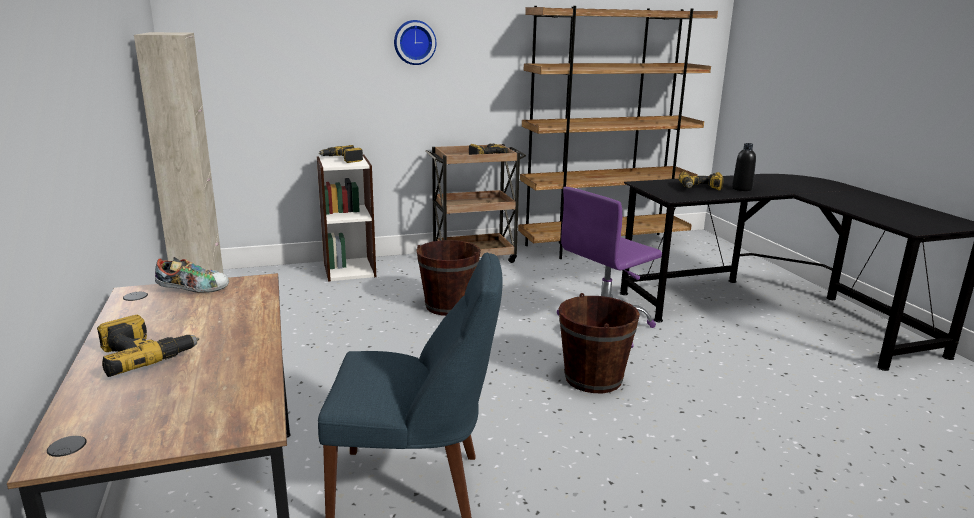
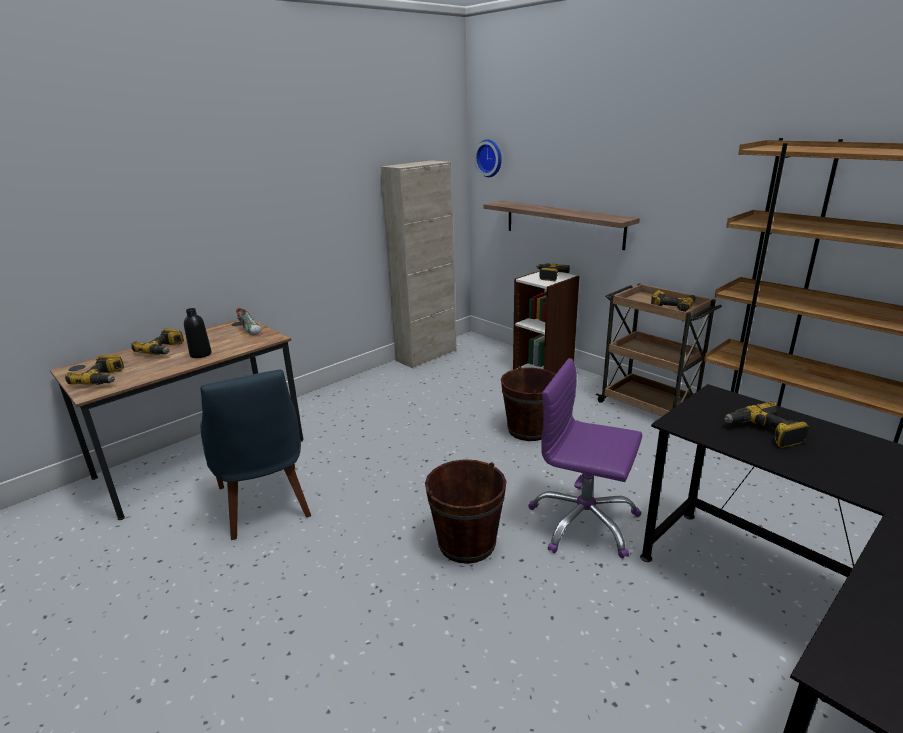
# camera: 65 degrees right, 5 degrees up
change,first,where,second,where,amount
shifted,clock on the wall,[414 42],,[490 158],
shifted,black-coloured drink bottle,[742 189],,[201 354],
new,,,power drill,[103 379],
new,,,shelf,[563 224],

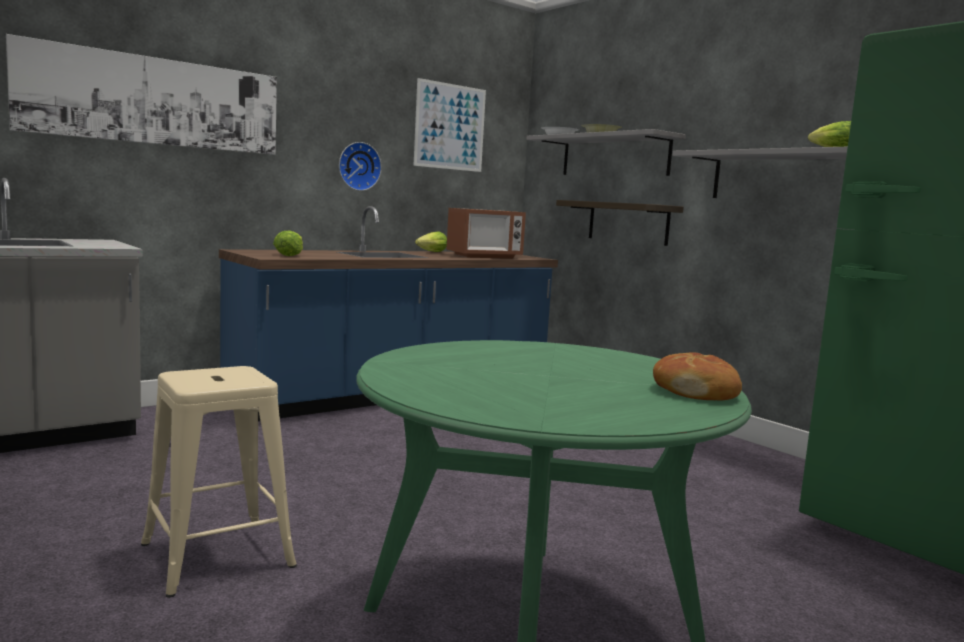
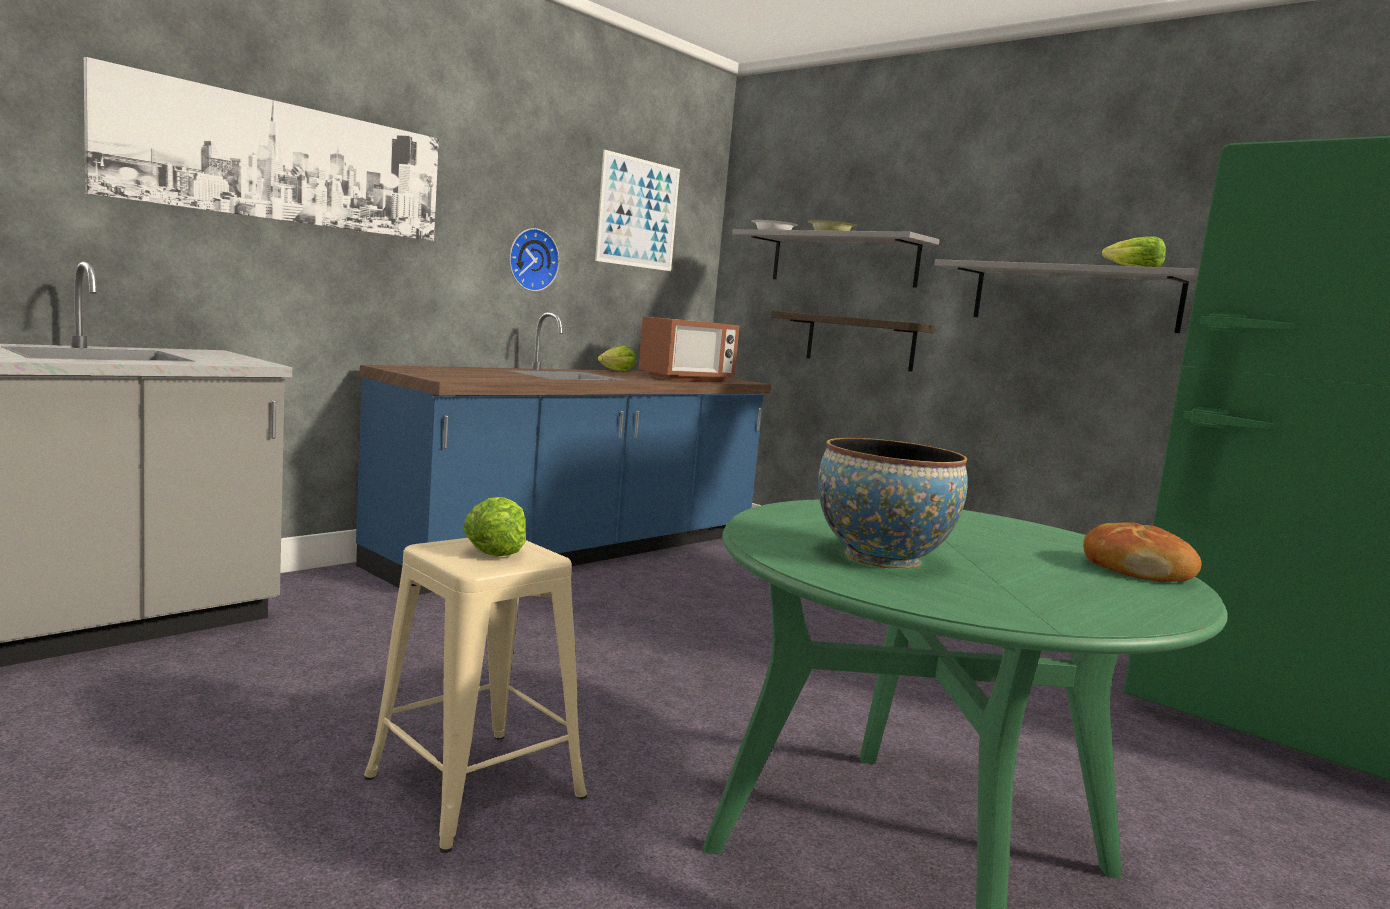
# camera: 10 degrees left, 0 degrees up
change,first,where,second,where,amount
shifted,lettuce,[289 255],,[495 549],
new,,,deep dish,[882 558],

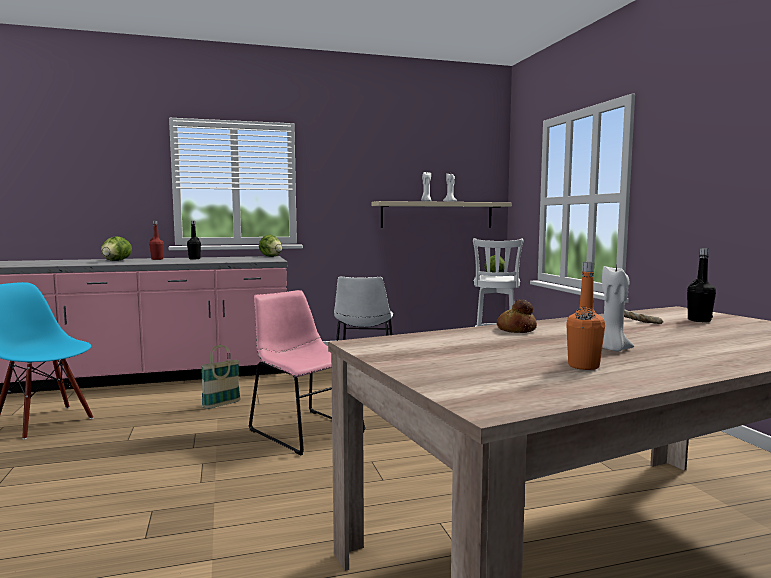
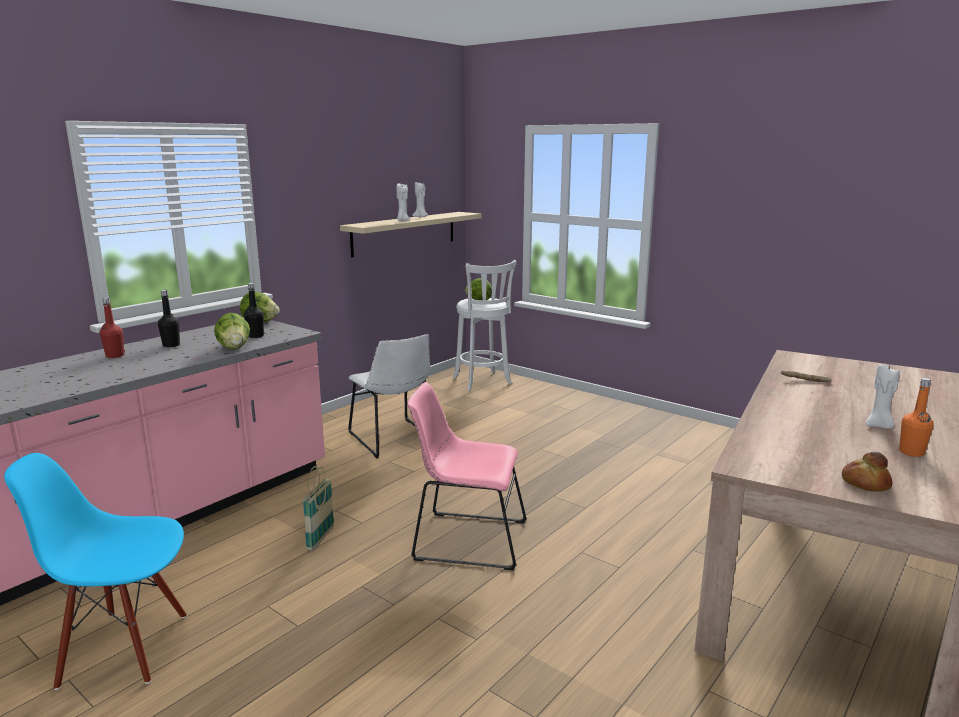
# camera: 35 degrees left, 10 degrees up
change,first,where,second,where,amount
shifted,lettuce,[116 261],,[234 348],
shifted,bread,[515 330],,[864 483],
shifted,black-coloured drink bottle,[699 320],,[256 336],

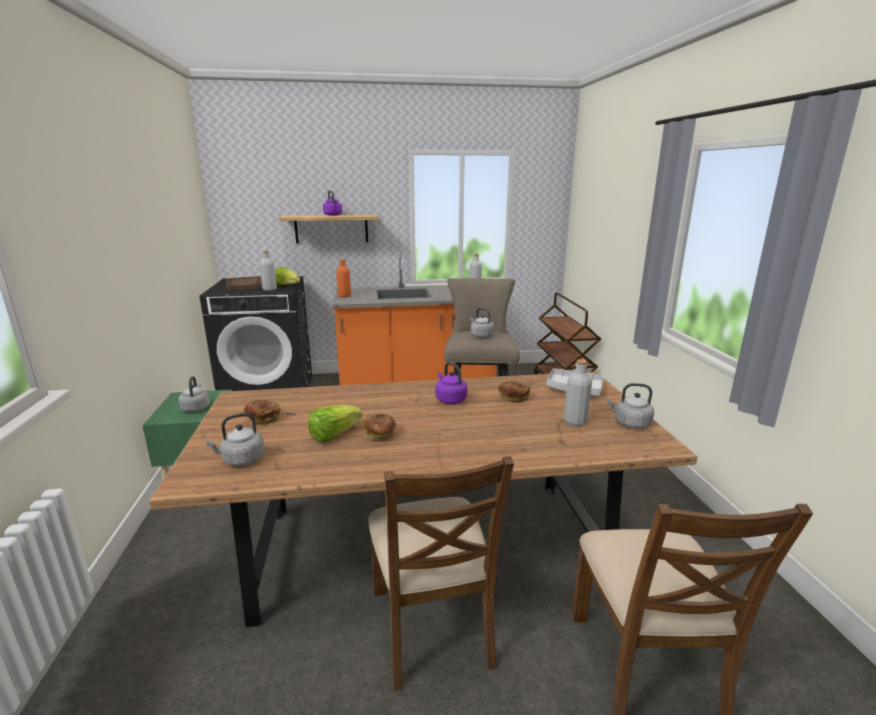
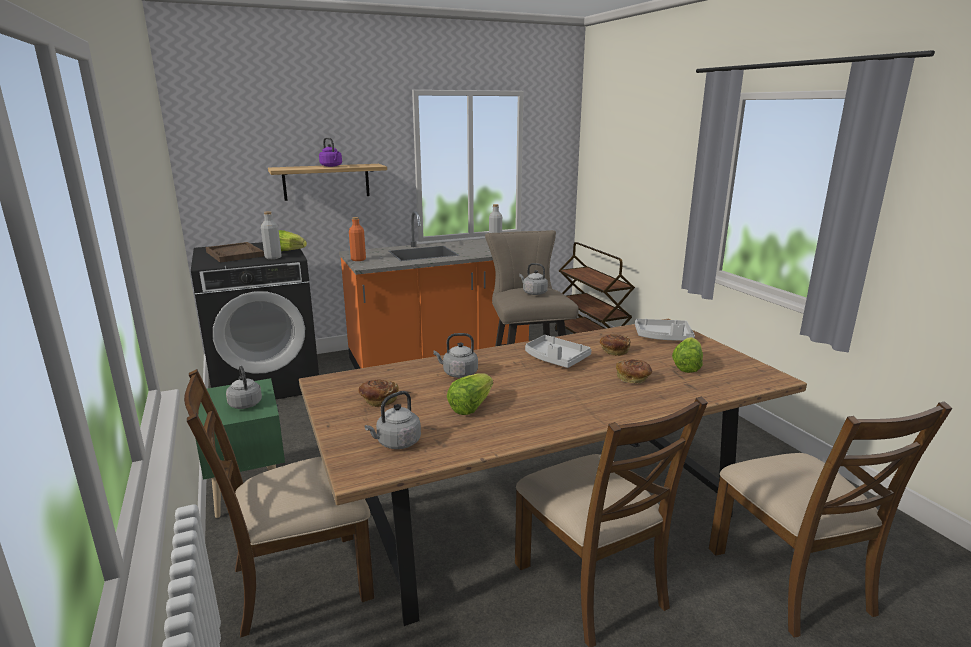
# camera: 15 degrees left, 0 degrees up
change,first,where,second,where,amount
shifted,bread,[380 434],,[633 379],
swapped,purple water kettle,[450 399],grey carrying tray,[555 359],
swapped,grey drink bottle,[575 421],lettuce,[687 366],
shifted,grey water kettle,[630 424],,[458 373],
new,,,brownish upright chair,[299 581],

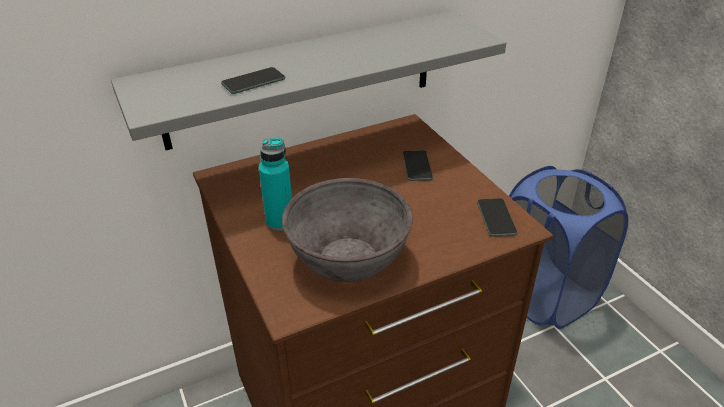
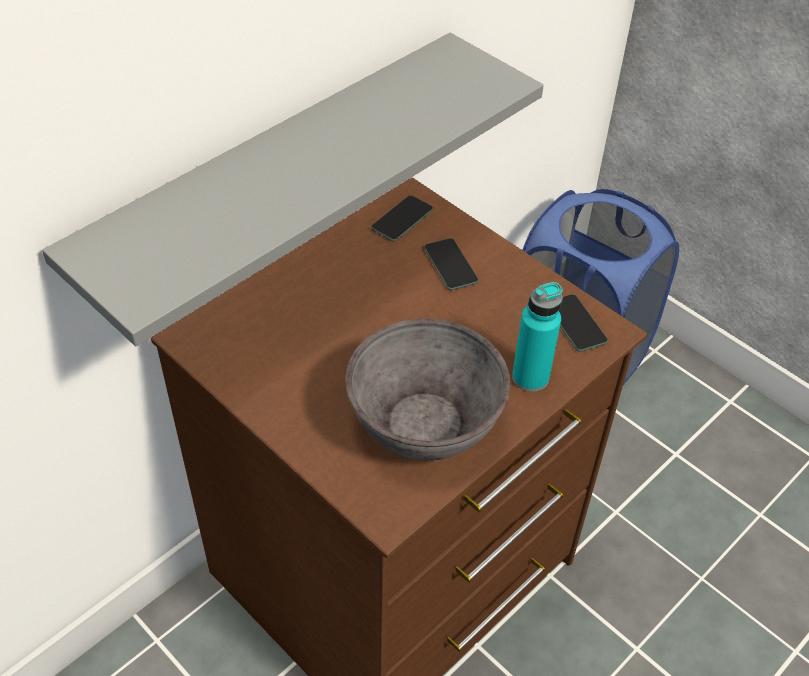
# camera: 20 degrees left, 10 degrees up
change,first,where,second,where,amount
shifted,telephone,[253 81],,[402 219],
shifted,blue-green drink bottle,[280 221],,[530 377],

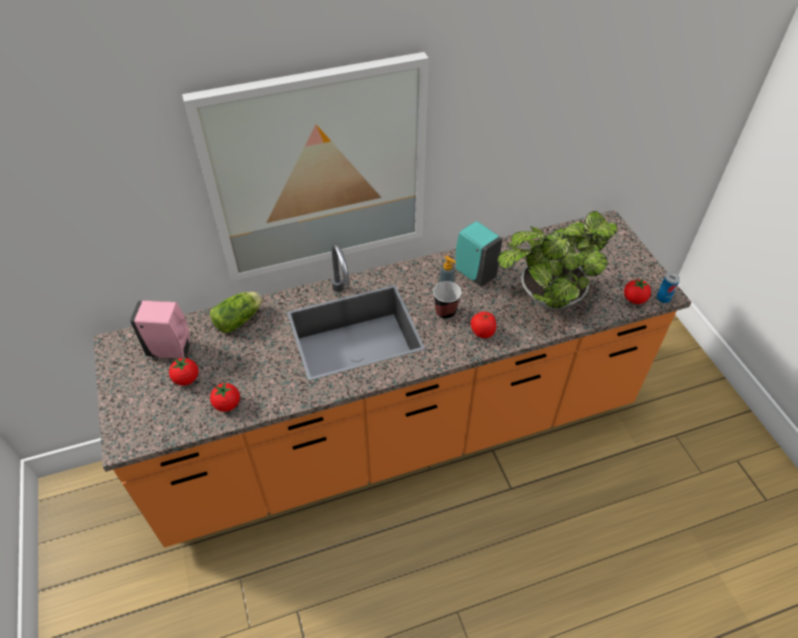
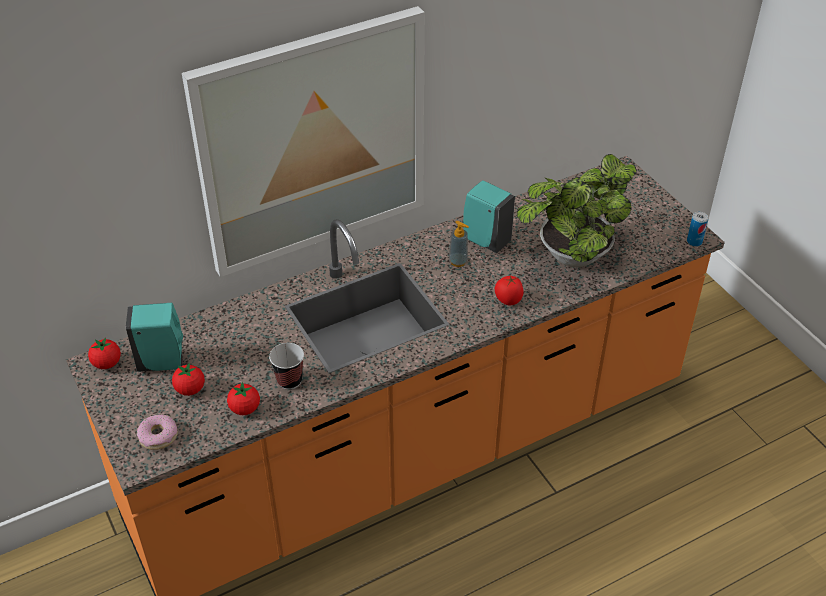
# camera: 10 degrees left, 5 degrees down
change,first,where,second,where,amount
repainted,pinkish soap bottle,[172 350],blue-green soap bottle,[163 362],
gone,lettuce,[240 319],,,
shifted,drinking cup,[445 312],,[289 380],
shifted,fresh tomato,[634 299],,[107 363],
new,,,doughnut,[158 436],

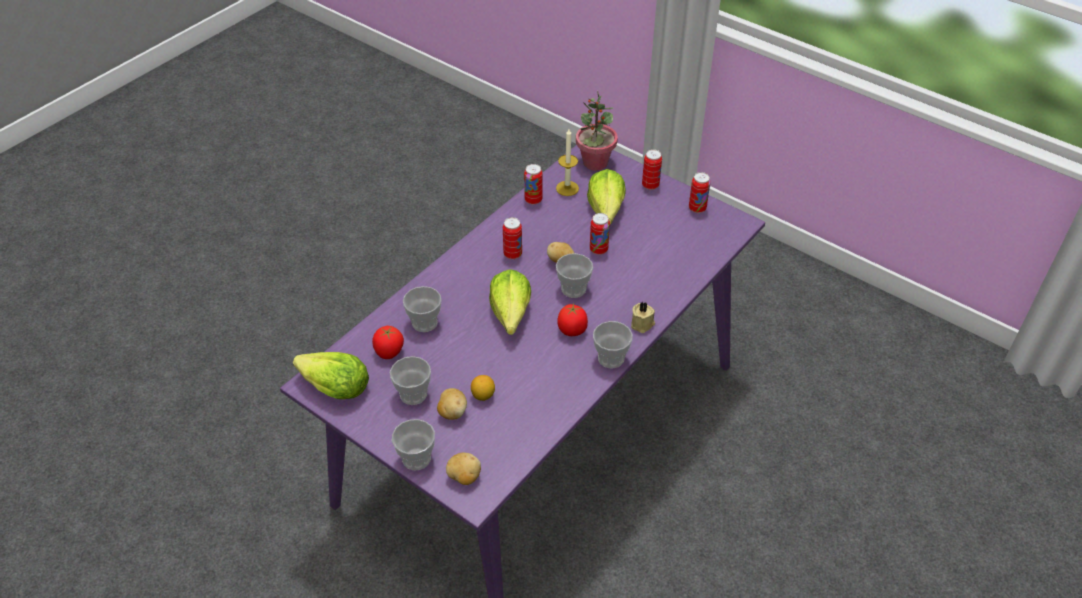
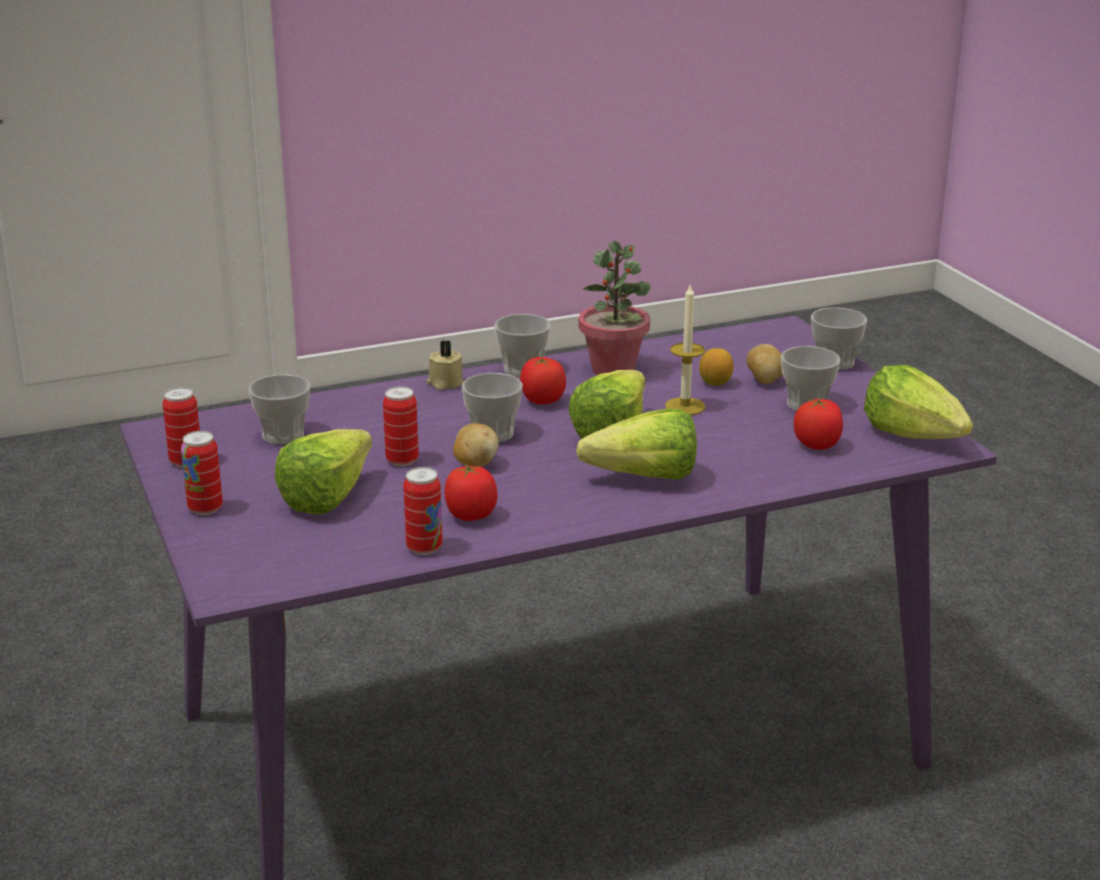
# camera: 150 degrees left, 20 degrees down
change,first,where,second,where,amount
shifted,drinking cup,[424 323],,[283 435],
gone,potato,[464 477],,,
gone,sealed can,[512 254],,,
shifted,candle,[567 188],,[685 406],
shifted,houseplant,[595 163],,[614 369],
new,,,fresh tomato,[471 516],
new,,,lettuce,[634 477],

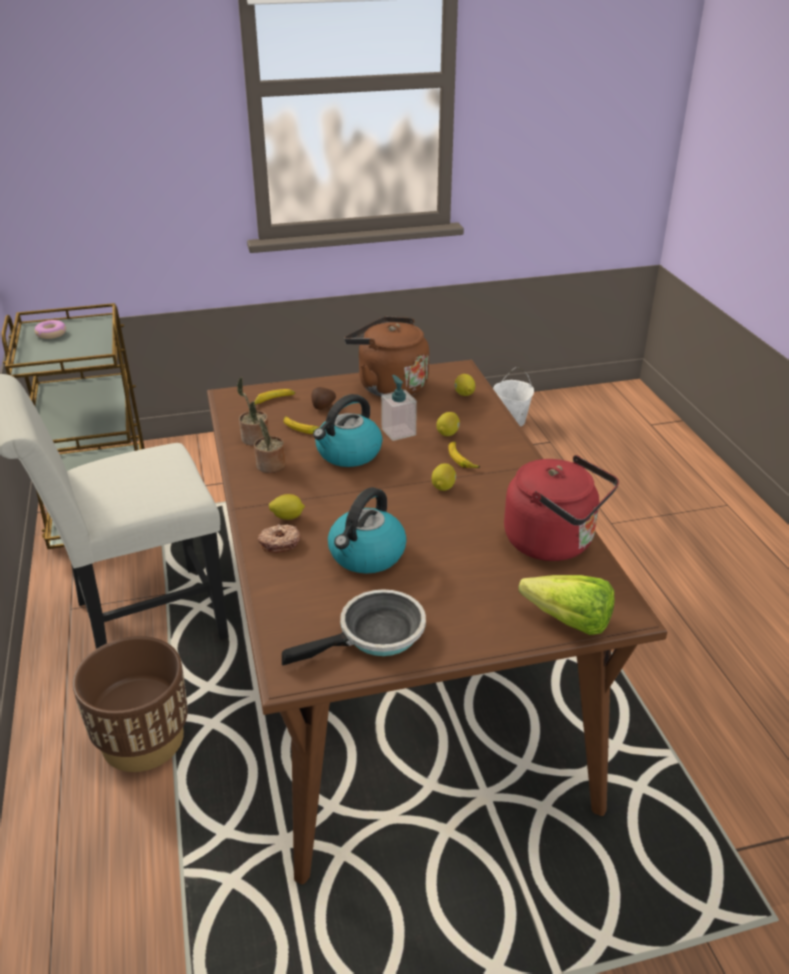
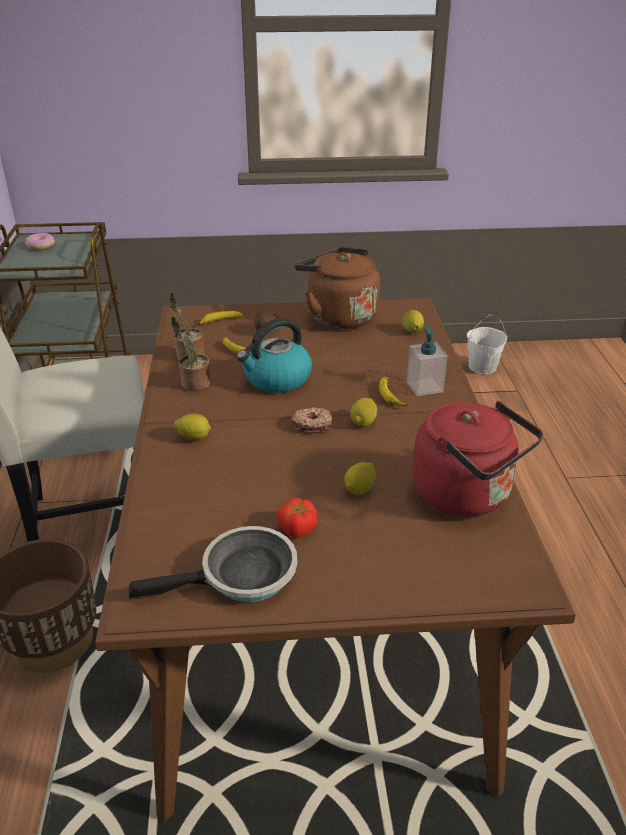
# camera: 10 degrees right, 0 degrees up
change,first,where,second,where,amount
shifted,doughnut,[279 543],,[312 425],
gone,water kettle,[366 555],,,
shifted,soap bottle,[398 432],,[424 387],
shifted,whole lemon,[448 433],,[360 489],
gone,lettuce,[561 618],,,
new,,,fresh tomato,[296 528],

